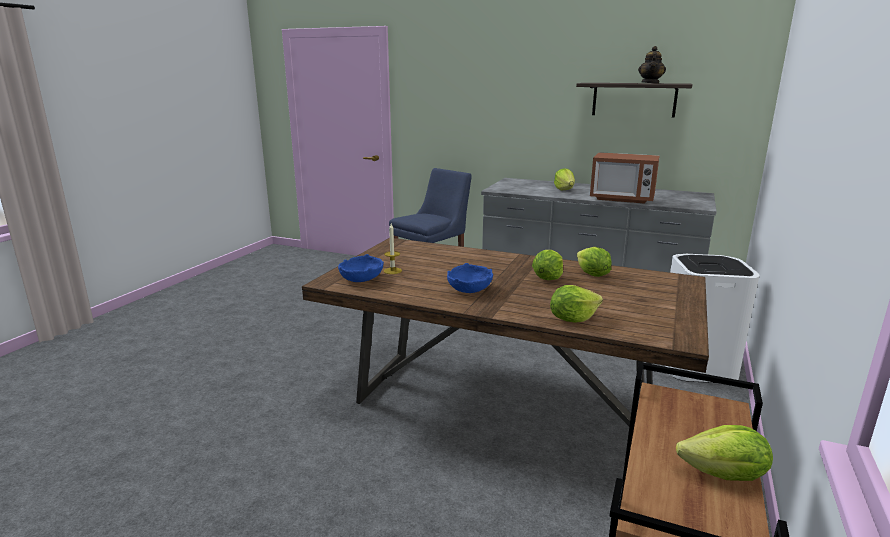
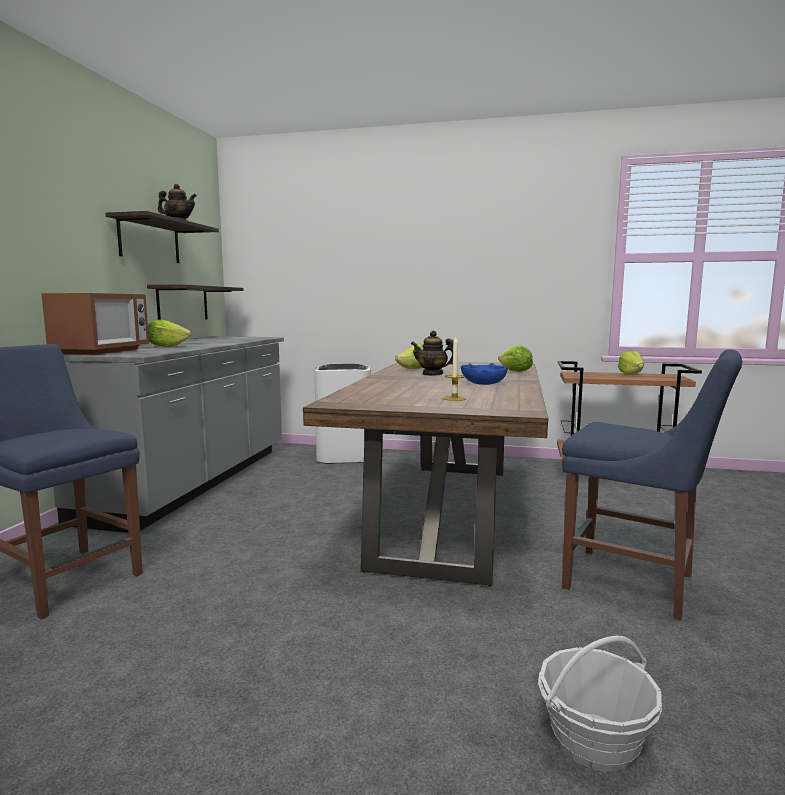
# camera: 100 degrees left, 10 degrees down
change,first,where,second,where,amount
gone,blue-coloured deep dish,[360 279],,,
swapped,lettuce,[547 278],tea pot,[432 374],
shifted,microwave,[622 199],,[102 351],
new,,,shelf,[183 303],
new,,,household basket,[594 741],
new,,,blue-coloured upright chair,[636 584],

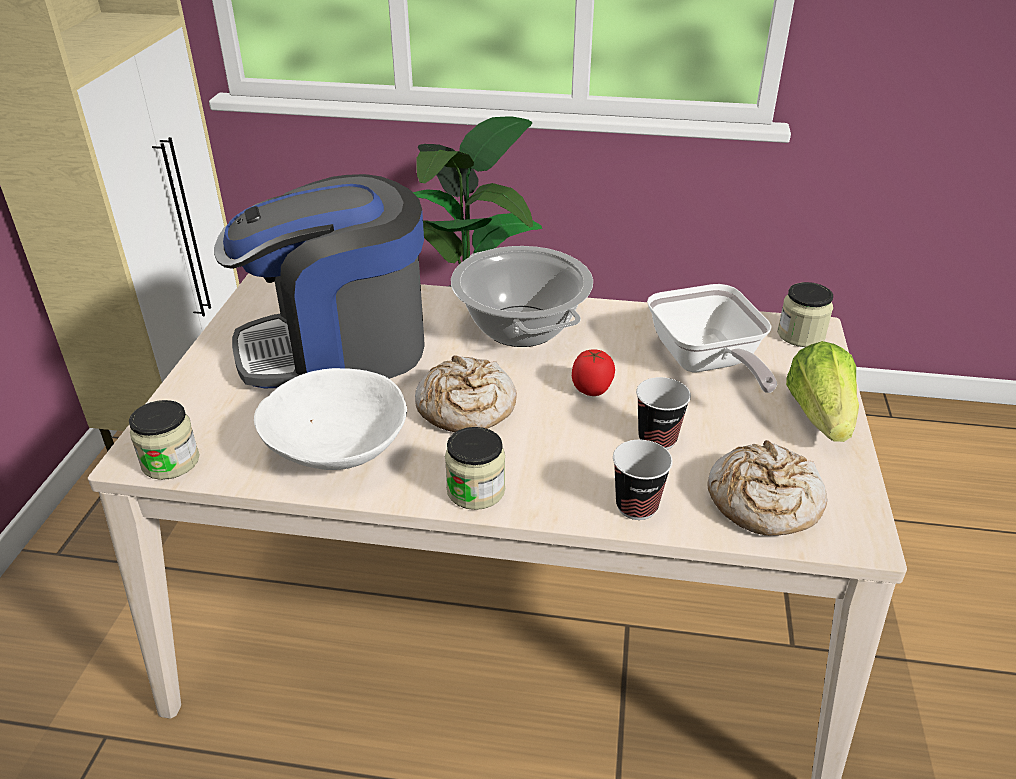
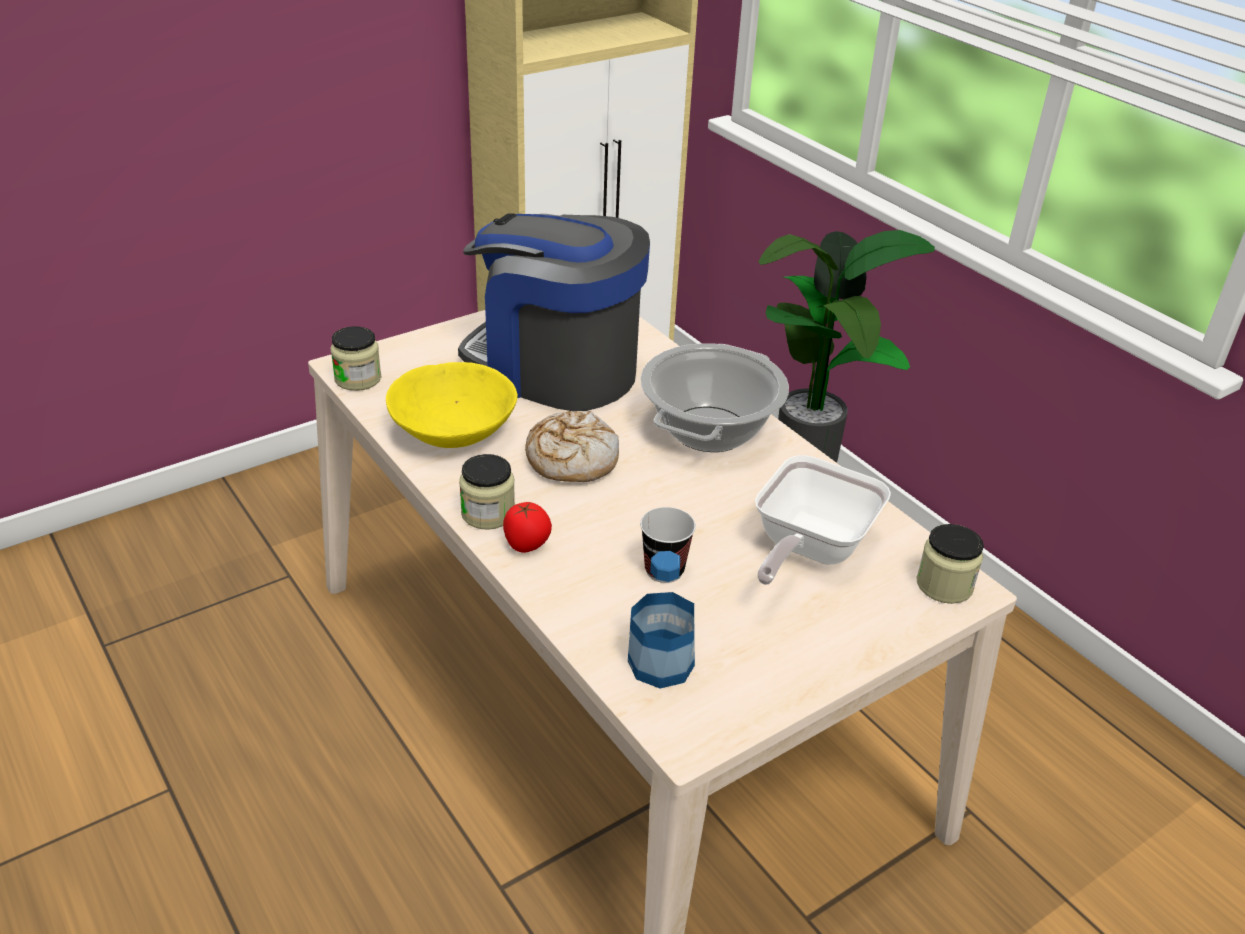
# camera: 45 degrees right, 0 degrees up
change,first,where,second,where,amount
repainted,whitish deep dish,[336 447],yellow deep dish,[453 431],
shifted,fresh tomato,[592 390],,[527 545],
gone,drinking cup,[636 506],,,
swapped,bread,[762 501],drink bottle,[661 663],
gone,lettuce,[820 416],,,

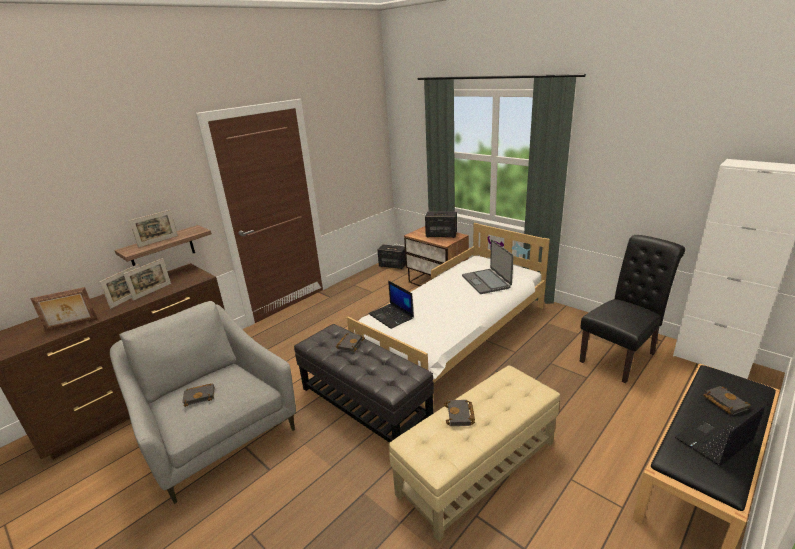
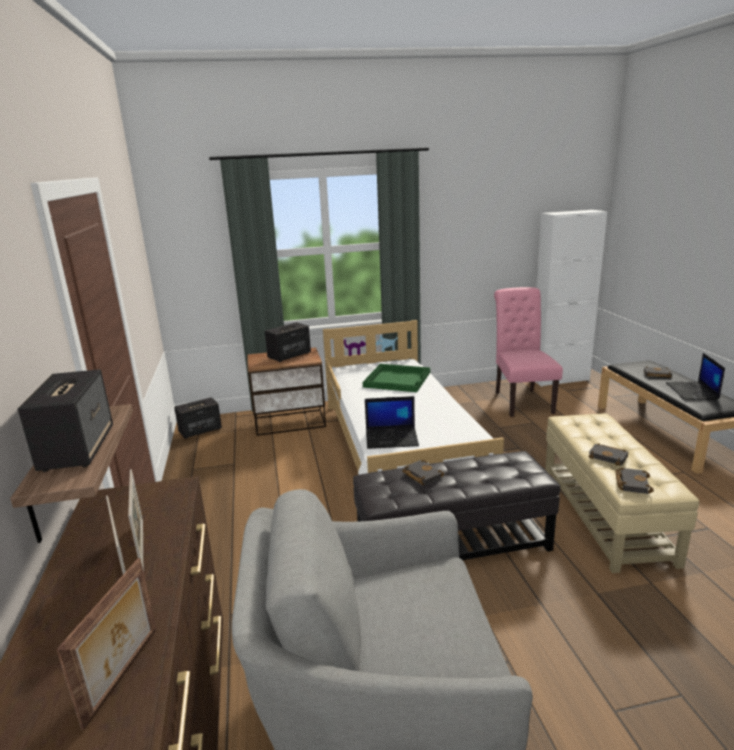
# camera: 55 degrees left, 5 degrees down
change,first,where,second,where,amount
swapped,picture frame,[158 241],audio speaker,[78 448],
shifted,black-coloured volume,[200 396],,[631 483],
swapped,portable computer,[486 282],greenish carrying tray,[398 379],
repainted,black-coloured upright chair,[620 356],pinkish upright chair,[521 401],

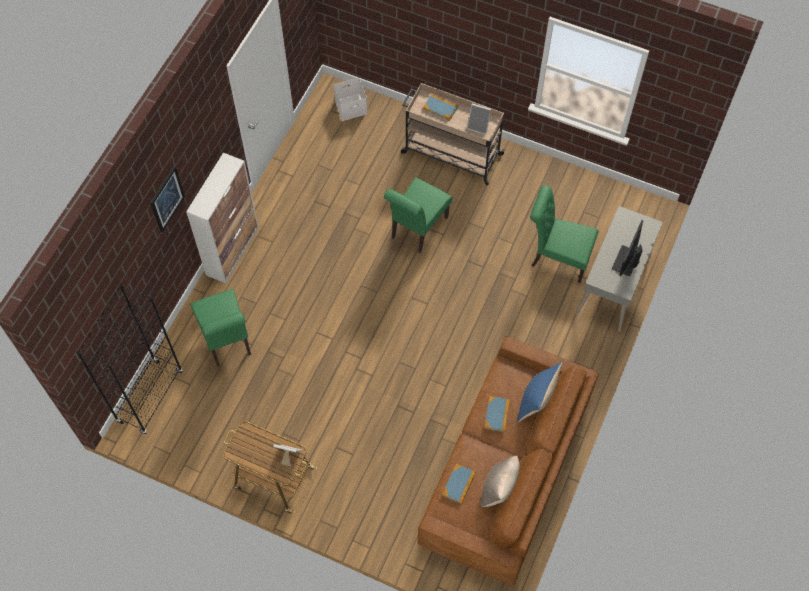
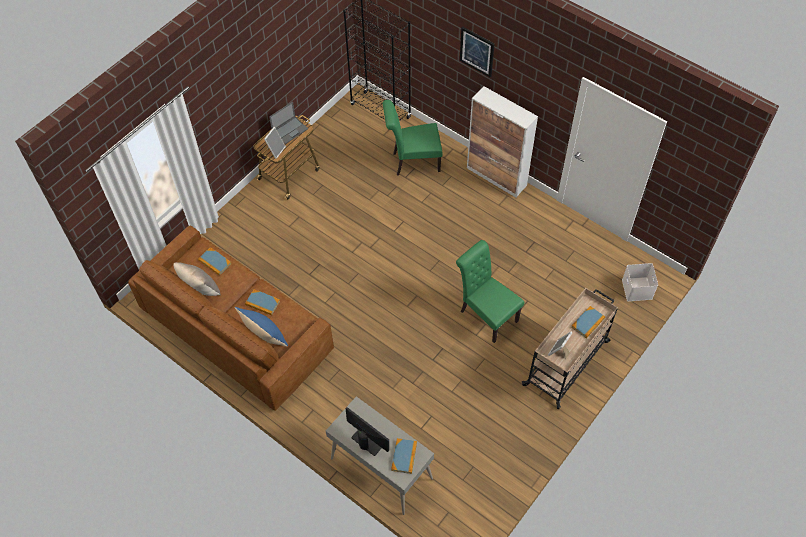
# camera: 105 degrees right, 5 degrees down
change,first,where,second,where,amount
gone,greenish upright chair,[557 258],,,
new,,,portable computer,[290 130],
new,,,volume,[404 456],

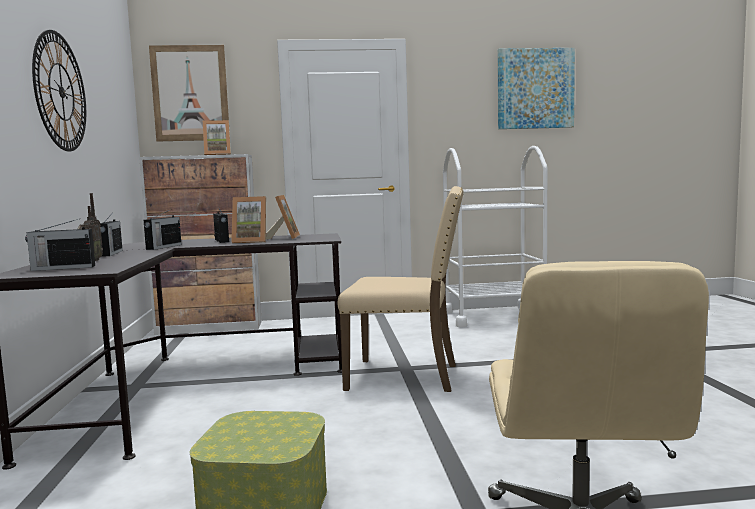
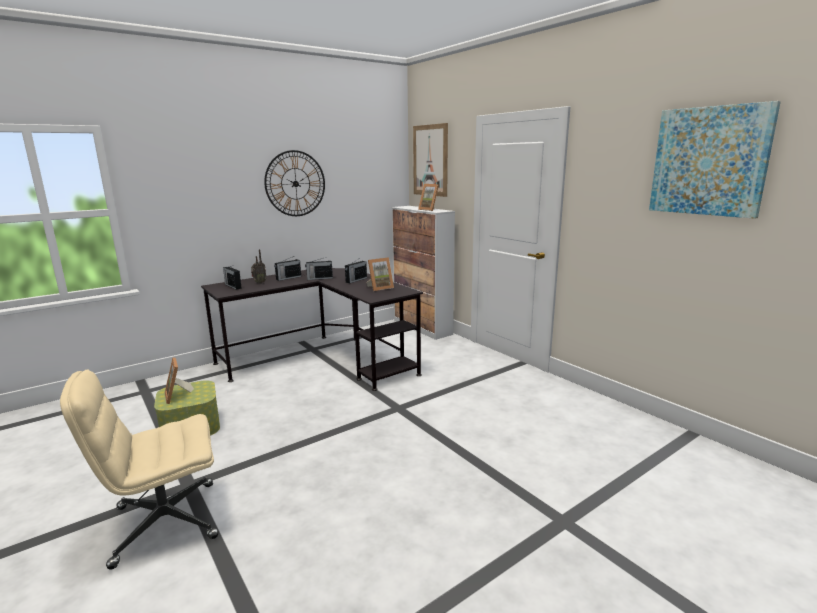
# camera: 60 degrees right, 10 degrees up
change,first,where,second,where,amount
shifted,picture frame,[251 241],,[178 396],
gone,sand-coloured upright chair,[406 376],,,
gone,whitish cart,[493 316],,,

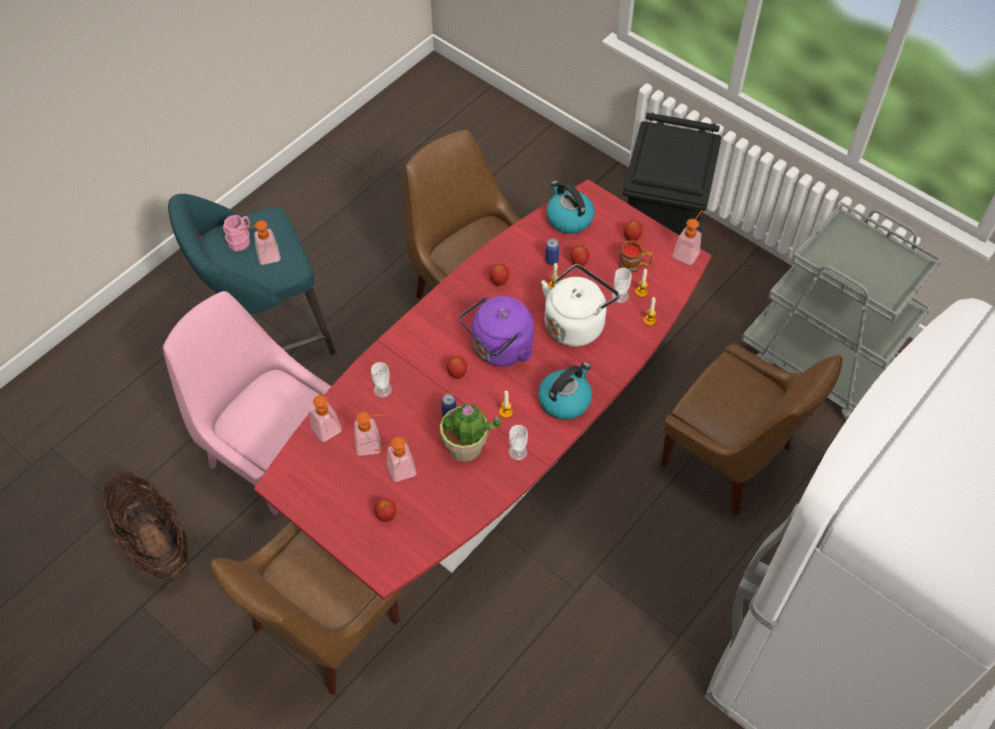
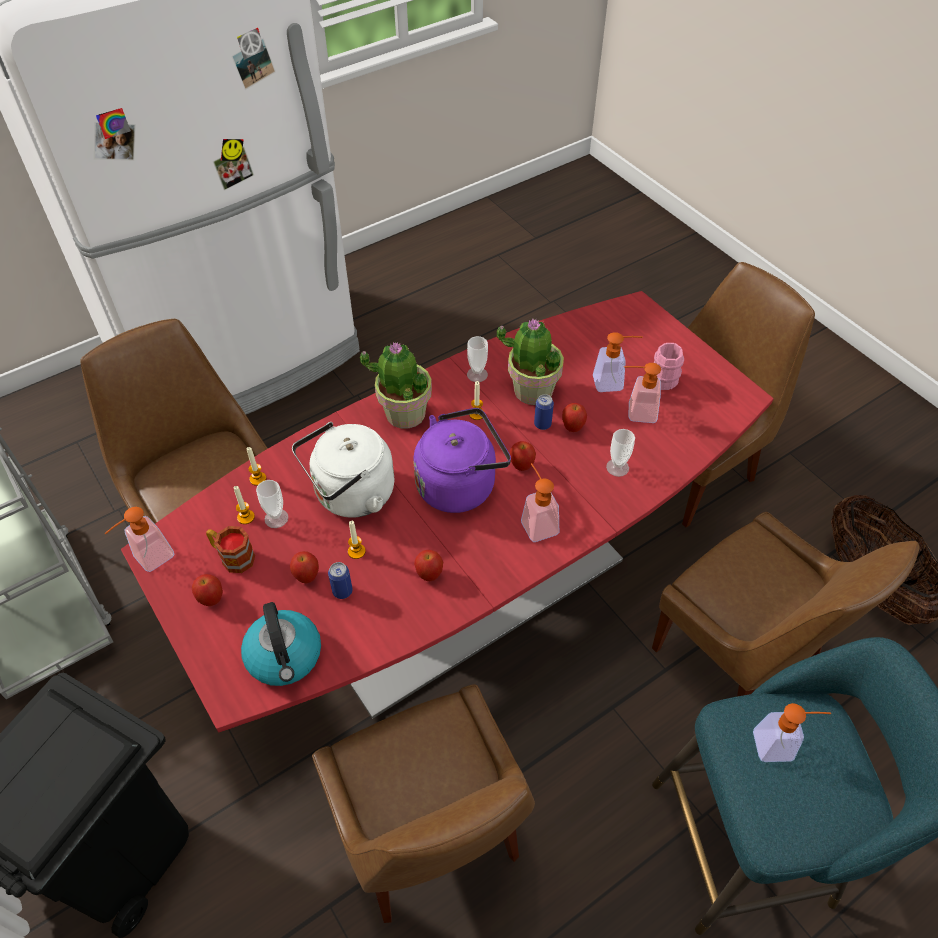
# camera: 165 degrees left, 5 degrees down
change,first,where,second,where,amount
repainted,pinkish upright chair,[272 452],brownish upright chair,[740 657],
shifted,pinkish tea mug,[241 240],,[660 381],
shifted,soap bottle,[329 433],,[536 522],
shifted,apple fruit,[386 516],,[572 428],
swapped,water kettle,[565 400],houseplant,[405 413],

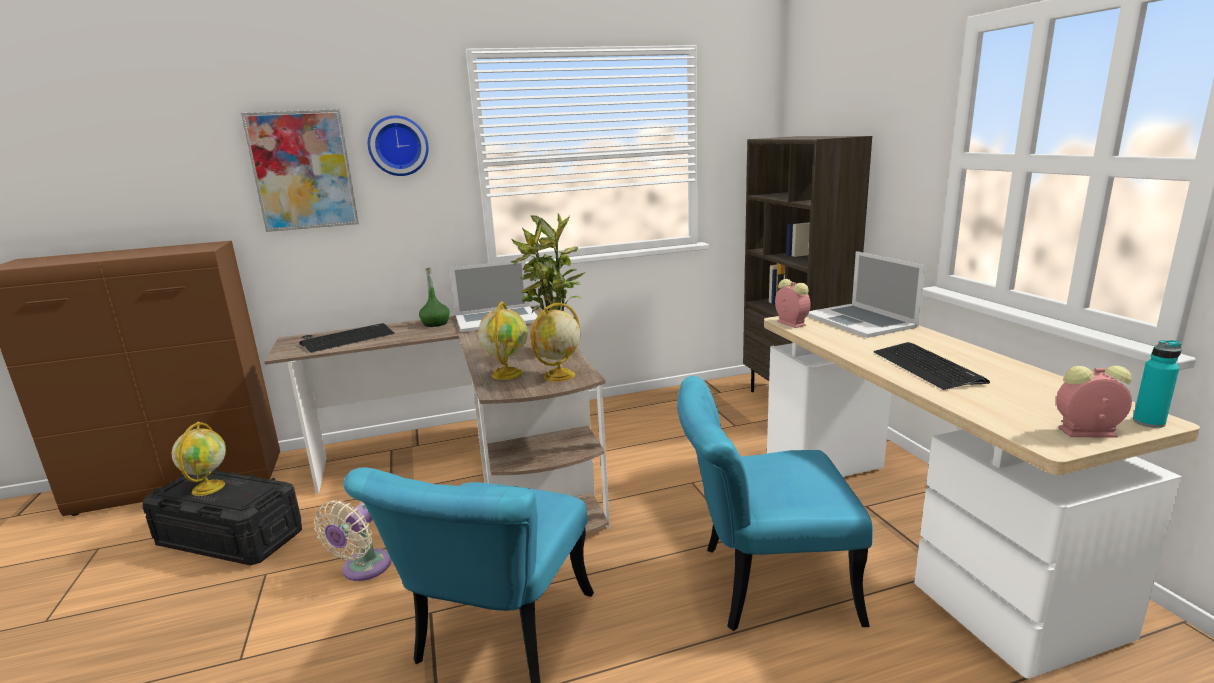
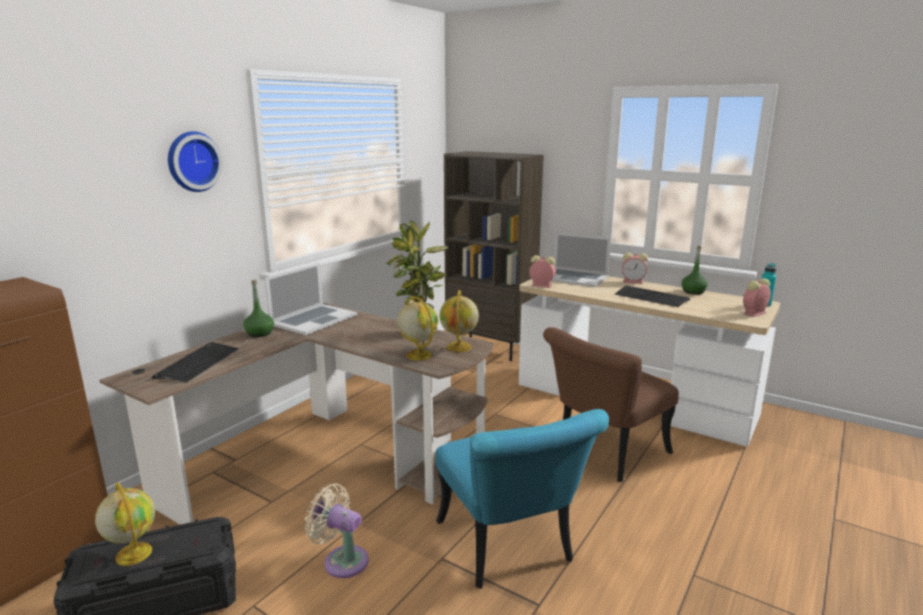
# camera: 40 degrees left, 0 degrees up
change,first,where,second,where,amount
gone,wall art,[302 170],,,
rotated,sand-coloured cooling fan,[363 569],,[342 560],135 degrees clockwise
repainted,blue-green upright chair,[760 584],brownish upright chair,[604 454],
new,,,alarm clock,[633 282],
new,,,greenish drink bottle,[693 292],

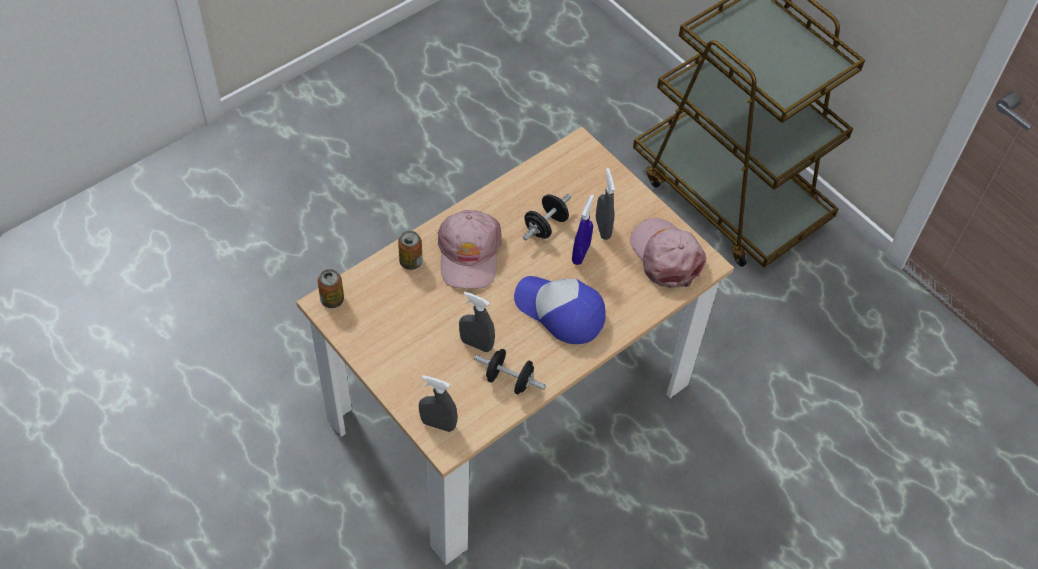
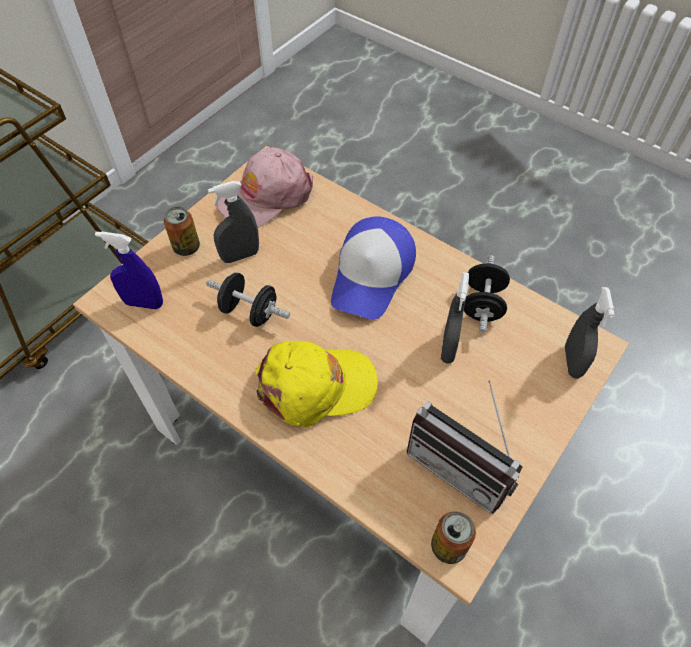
# camera: 100 degrees left, 0 degrees up
change,first,where,second,where,amount
shifted,sealed can,[411 261],,[186 247],
repainted,pinkish peaked cap,[469 254],yellow peaked cap,[316 386],
shifted,blue-coloured spray bottle,[580 253],,[144 303],
new,,,radio receiver,[462 466],

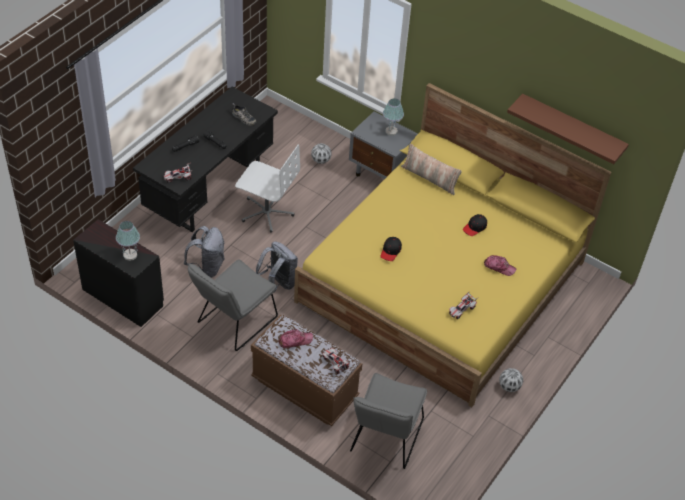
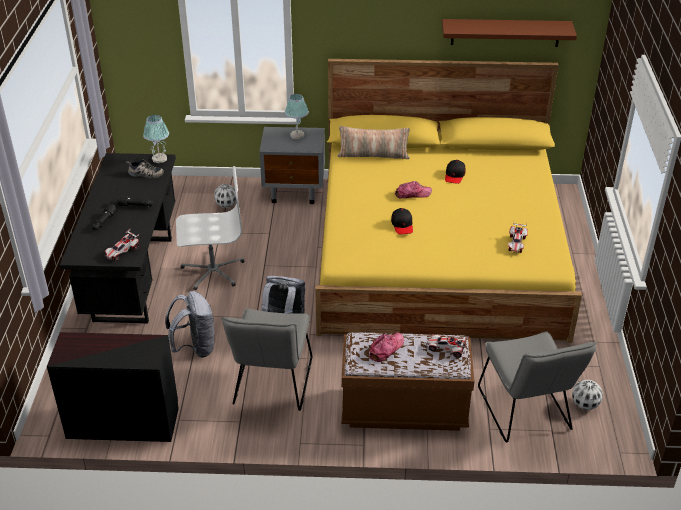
# camera: 30 degrees left, 10 degrees down
change,first,where,second,where,amount
shifted,table lamp,[130 255],,[159 159],
shifted,peaked cap,[499 267],,[412 193],
shifted,football,[509 387],,[585 405],

